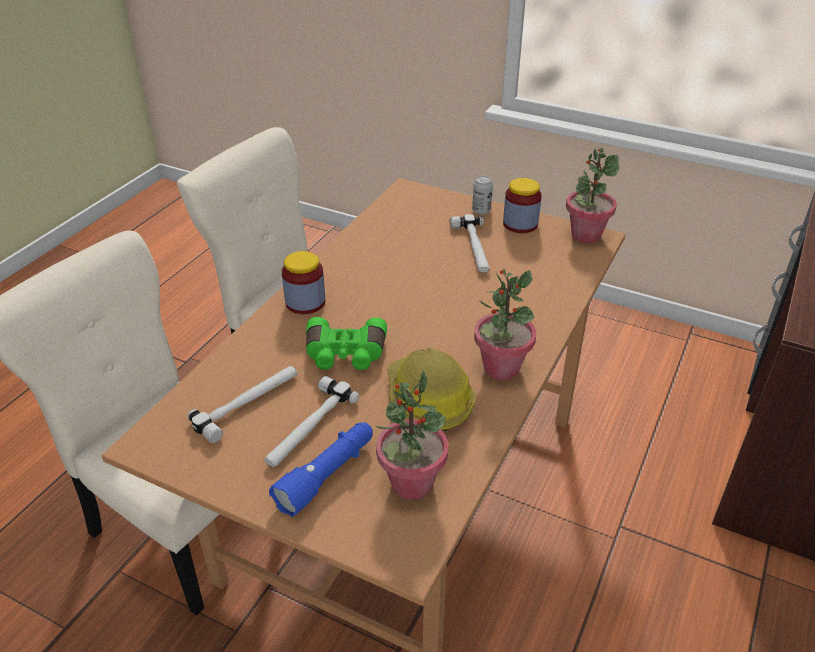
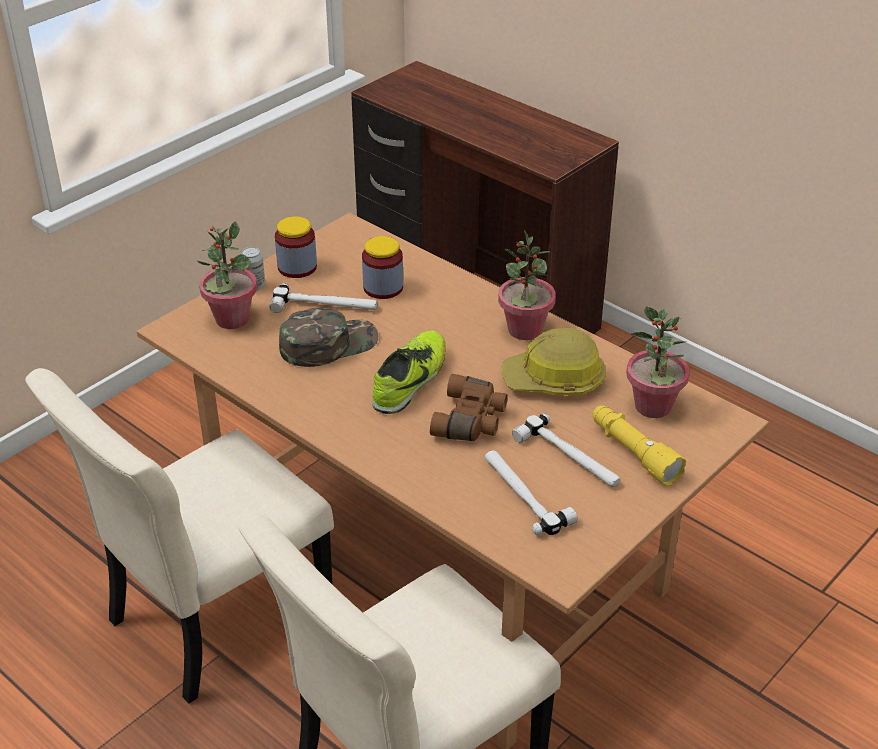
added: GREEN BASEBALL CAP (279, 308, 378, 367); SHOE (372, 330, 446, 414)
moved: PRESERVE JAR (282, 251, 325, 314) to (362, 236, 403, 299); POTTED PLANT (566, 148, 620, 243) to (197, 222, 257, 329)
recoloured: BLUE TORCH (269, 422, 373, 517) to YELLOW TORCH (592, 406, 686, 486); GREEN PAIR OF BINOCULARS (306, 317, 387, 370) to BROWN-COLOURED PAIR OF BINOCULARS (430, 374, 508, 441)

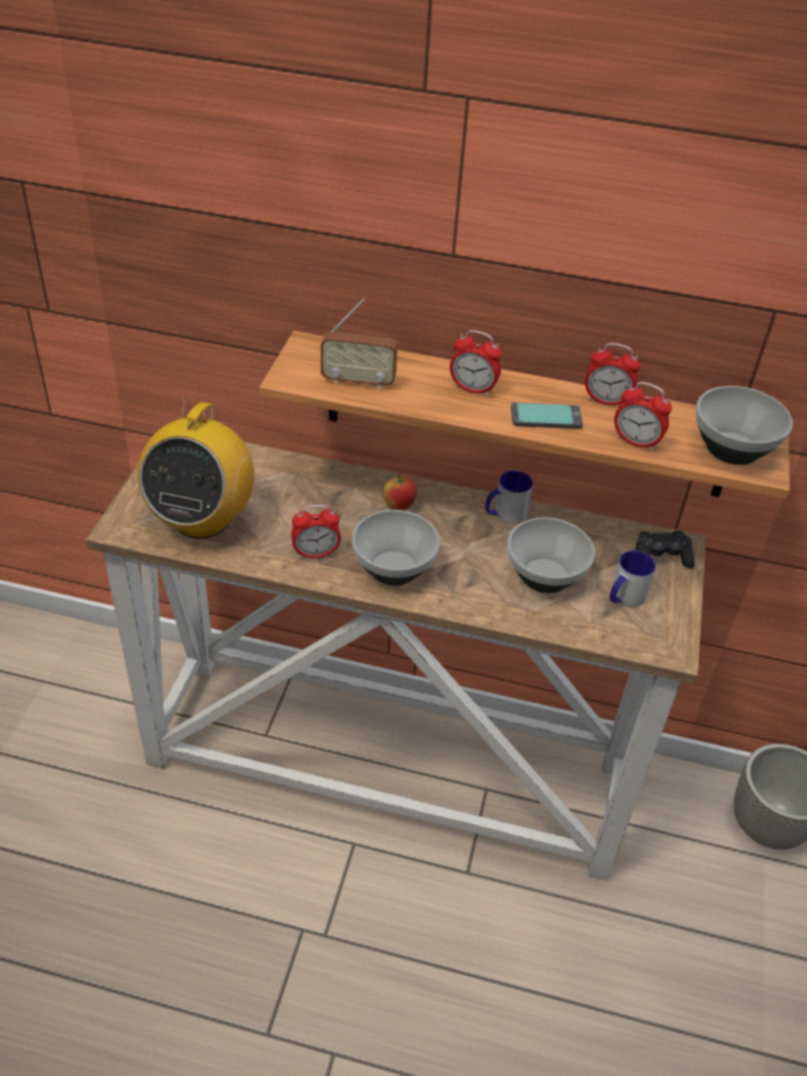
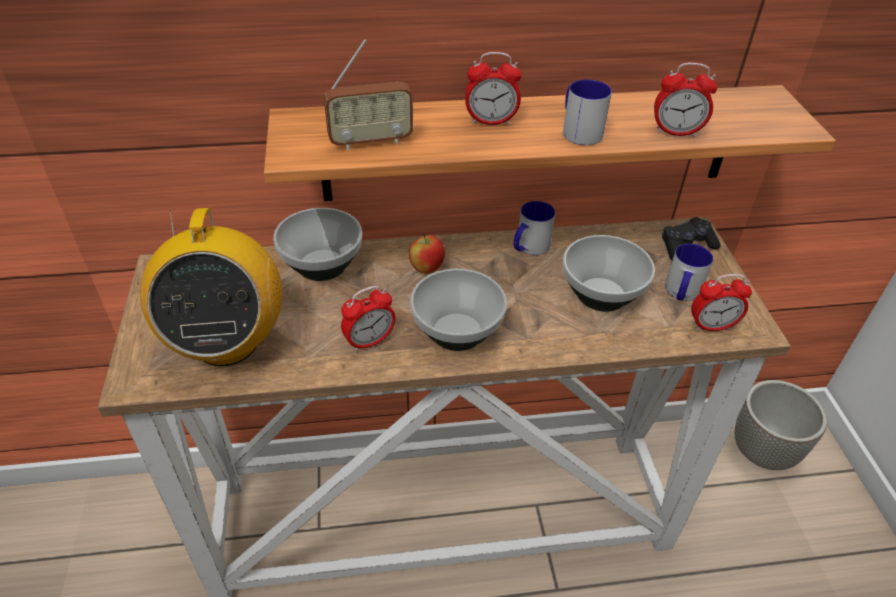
moved: TABLE CLOCK (585, 343, 640, 405) to (691, 274, 752, 331); SERVING BOWL (696, 386, 793, 465) to (273, 208, 362, 281)
replaced: PHONE (511, 403, 583, 429) to MUG (563, 79, 612, 145)

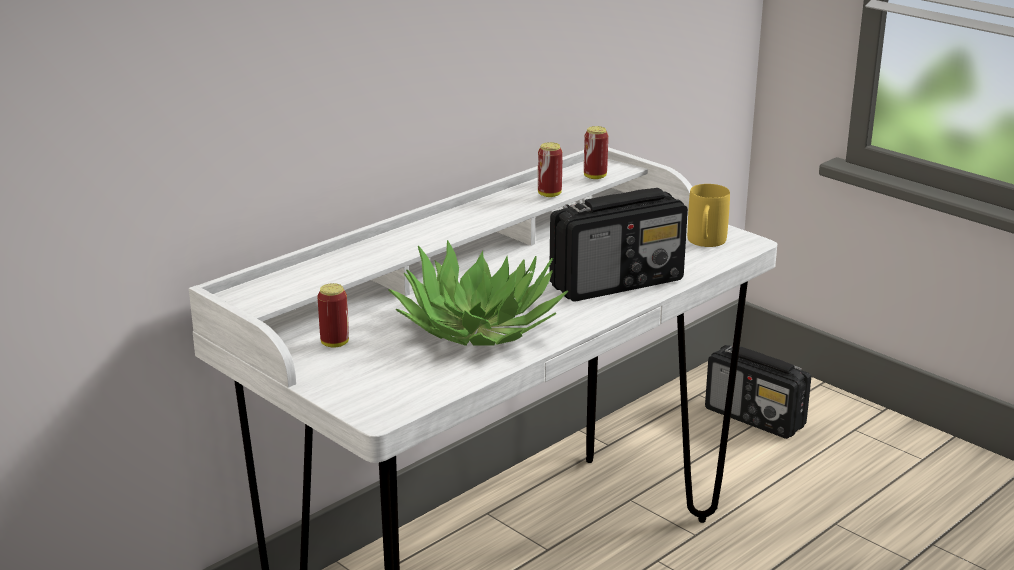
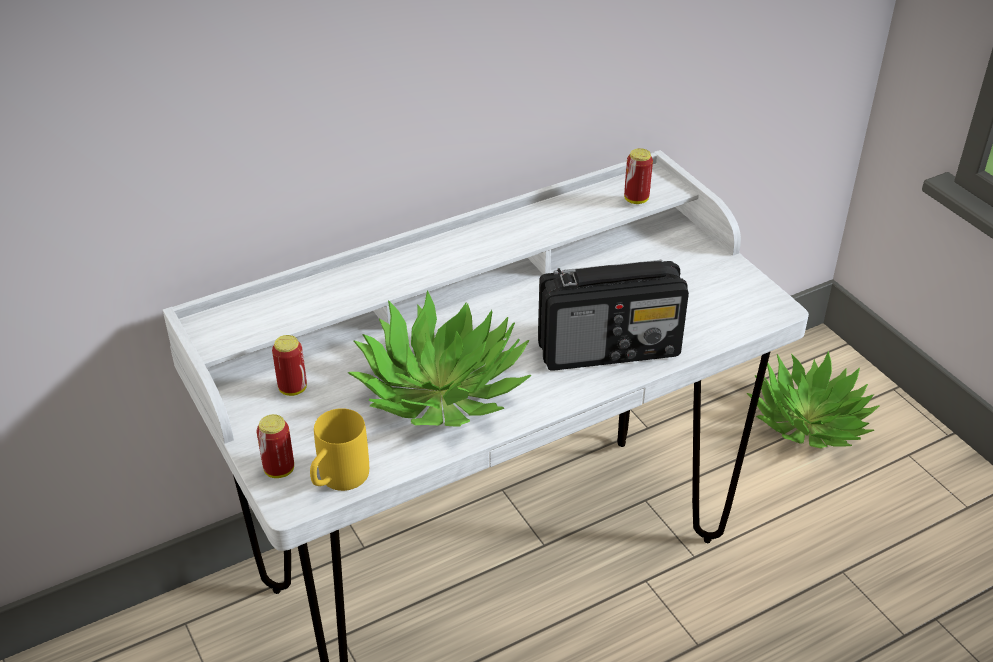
moved: METAL CAN (538, 142, 563, 197) to (257, 414, 294, 478); YELLOW MUG (687, 184, 730, 247) to (310, 408, 369, 491)
replaced: RADIO (705, 345, 811, 439) to POTTED PLANT (746, 351, 880, 449)

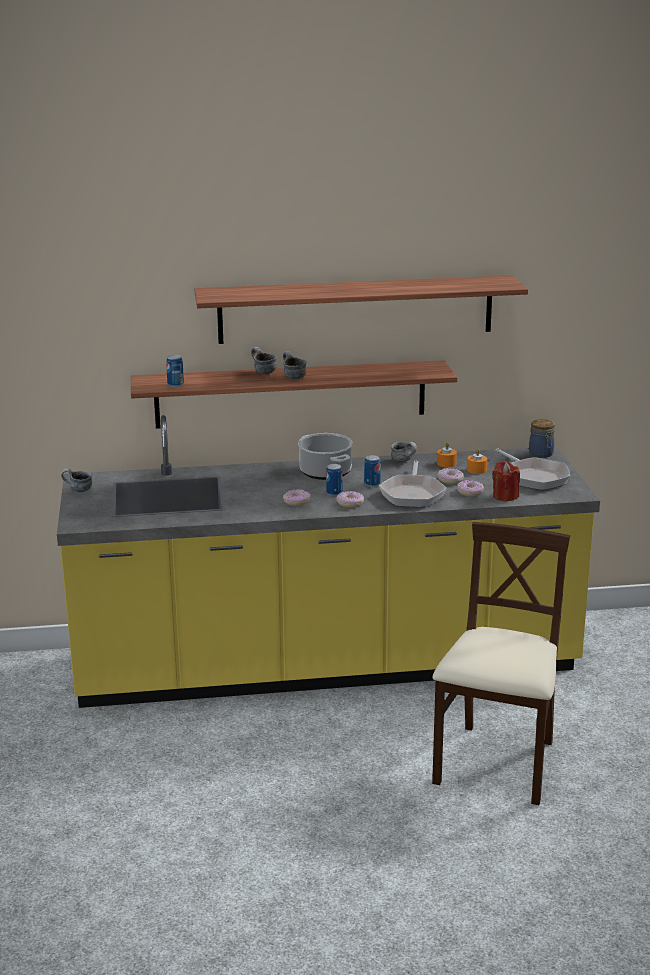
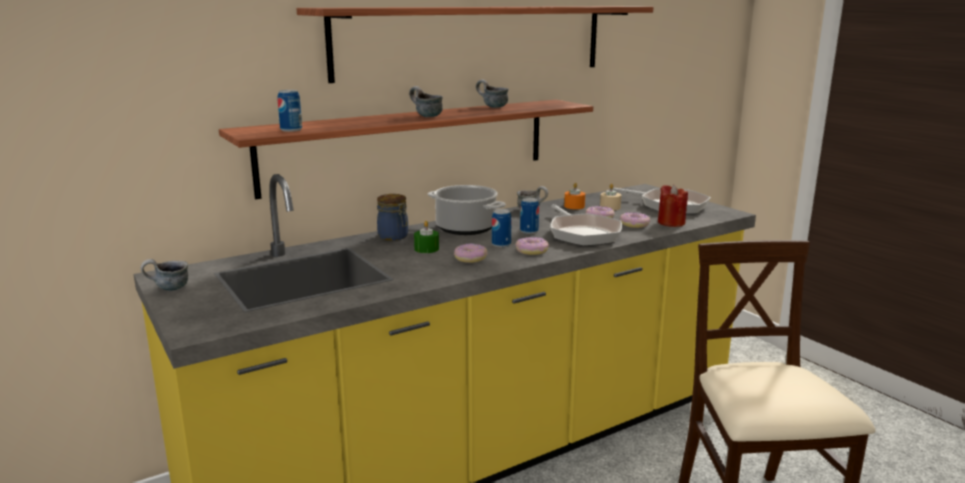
added: GREEN WAX LIGHT (414, 221, 439, 253)
moved: MUG (251, 347, 277, 374) to (476, 80, 509, 108); PRESERVE JAR (529, 419, 555, 458) to (377, 194, 408, 241)
recoloured: ORANGEY WAX LIGHT (467, 448, 487, 474) to BEIGE WAX LIGHT (600, 184, 621, 210)

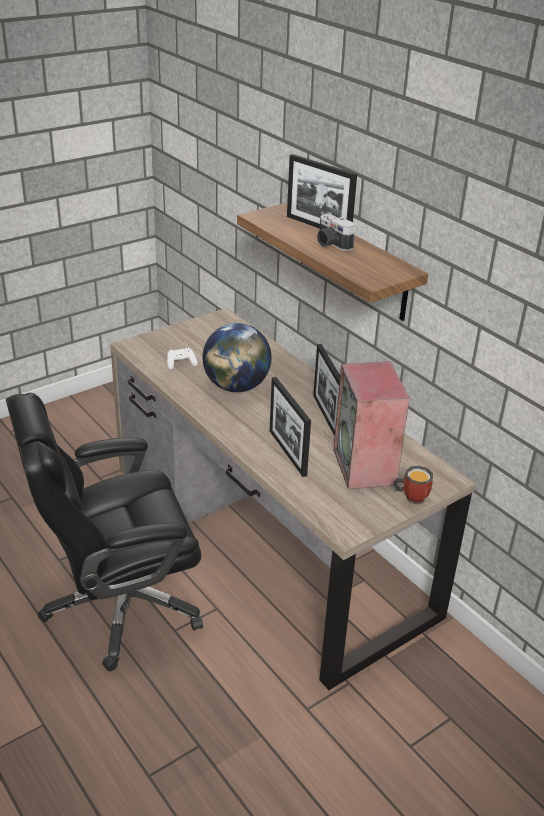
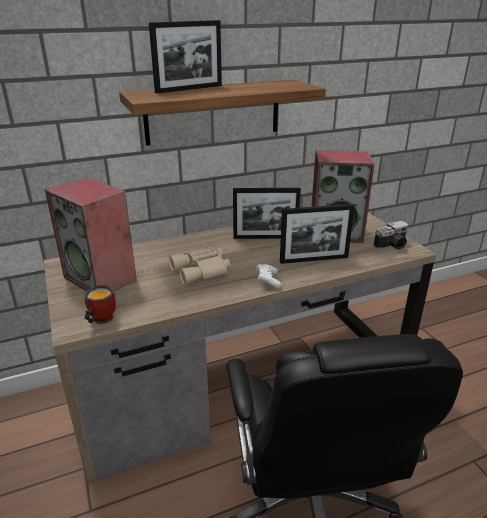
added: AUDIO SPEAKER (45, 177, 137, 291)
moved: WHITE-COLOURED JOYPAD (167, 348, 198, 370) to (256, 264, 281, 289); PHOTO CAMERA (317, 214, 355, 251) to (373, 221, 408, 250); MUG (393, 466, 433, 505) to (84, 285, 116, 324)
replaced: DESK GLOBE (202, 323, 272, 392) to BEIGE PAIR OF BINOCULARS (169, 247, 230, 285)

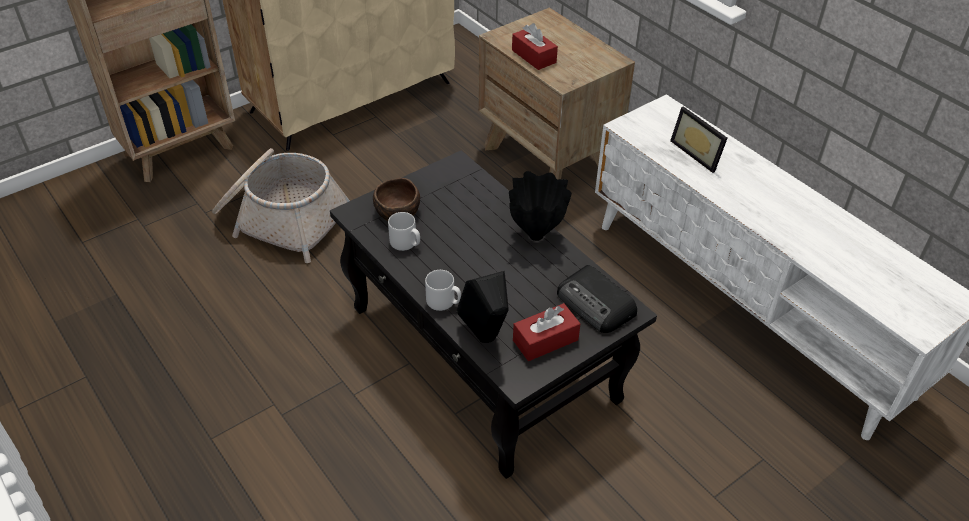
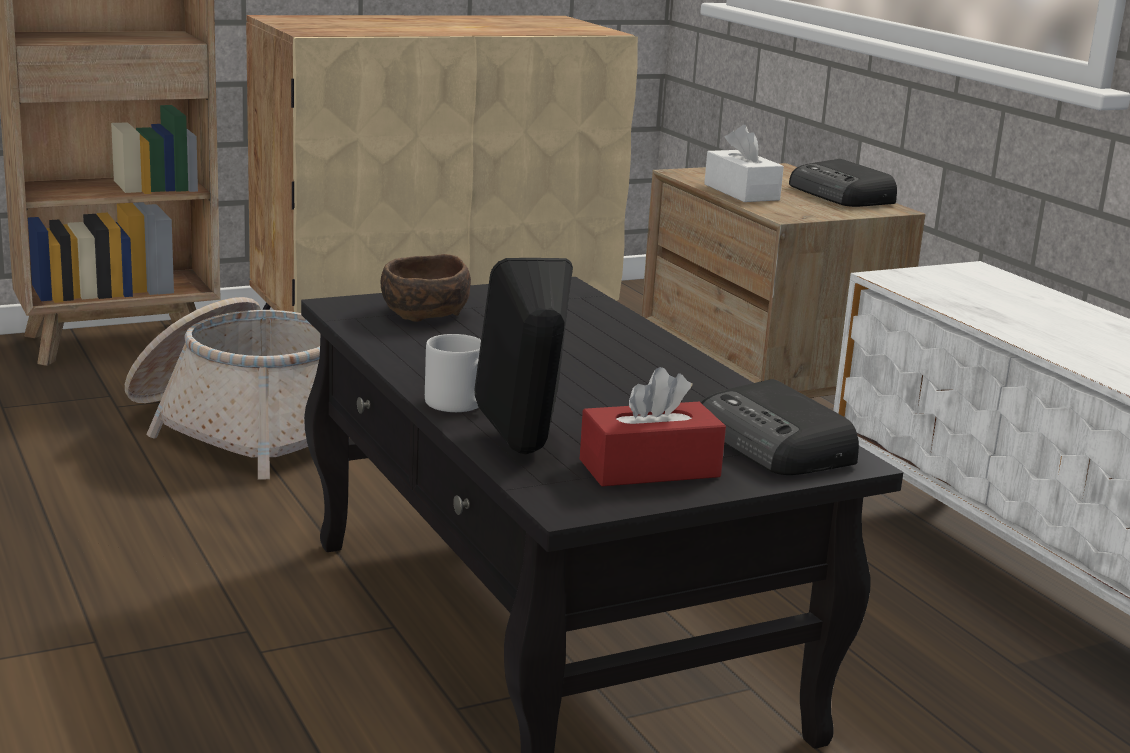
removed: GRAY MUG (388, 212, 420, 251); BLACK VASE (509, 171, 572, 241); PICTURE FRAME (670, 106, 727, 173)
added: RADIO (789, 159, 897, 207)
recoloured: RED-COLOURED BOX OF TISSUES (512, 23, 558, 70) to WHITE-COLOURED BOX OF TISSUES (704, 125, 784, 202)

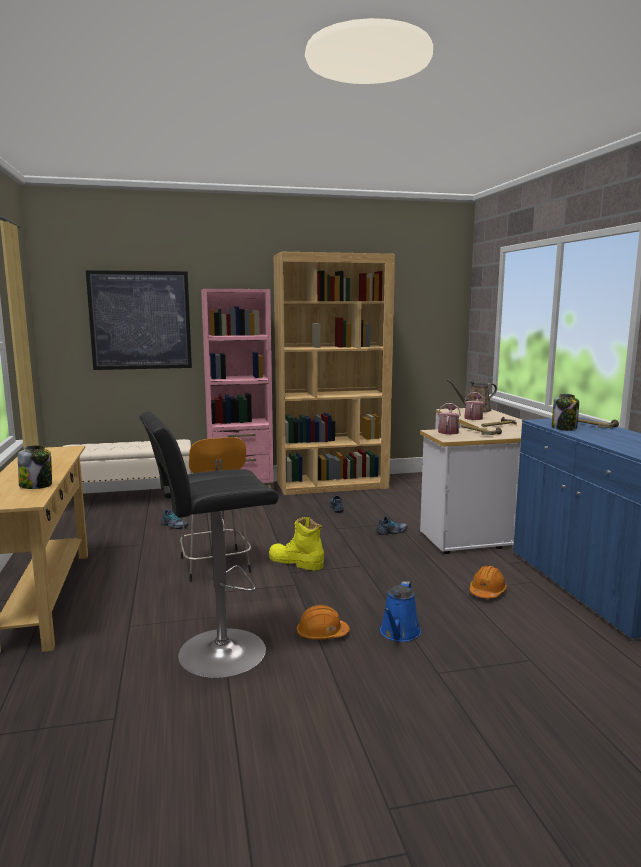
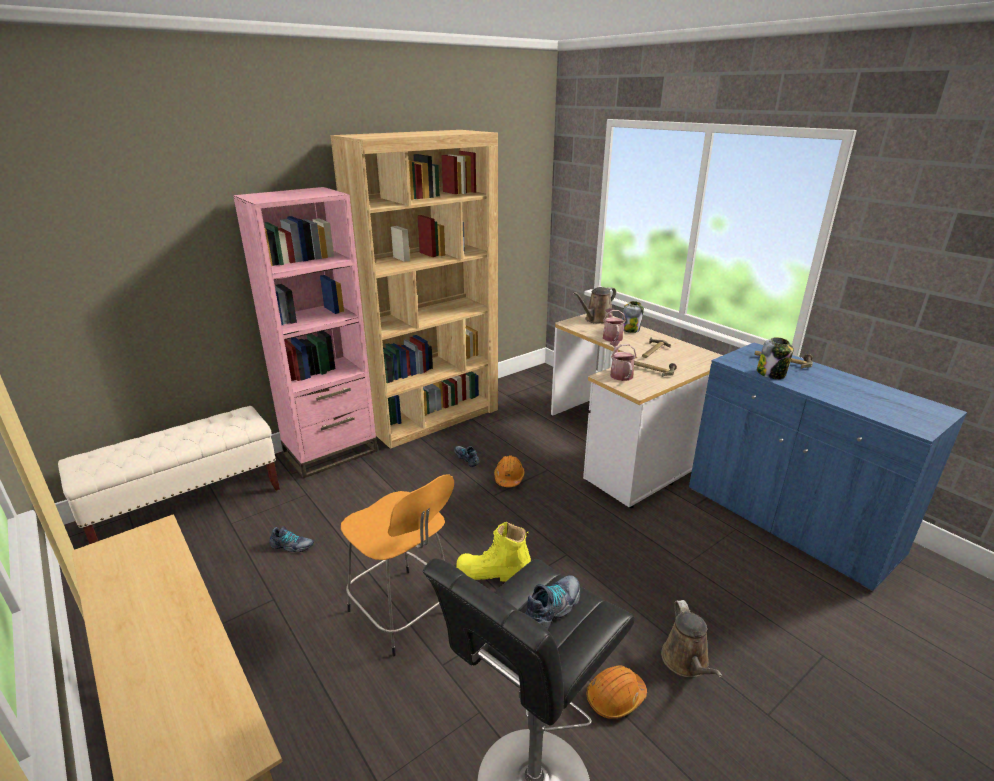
removed: WALL PICTURE (86, 270, 192, 370)
moved: PRESERVE JAR (18, 445, 52, 489) to (622, 301, 644, 333); SHOE (376, 516, 408, 535) to (525, 575, 580, 630); ORANGEY WORK HELMET (469, 566, 507, 598) to (494, 455, 525, 487)
recoloured: BLUE WATERING POT (380, 581, 421, 642) to BROWN-COLOURED WATERING POT (661, 600, 723, 677)

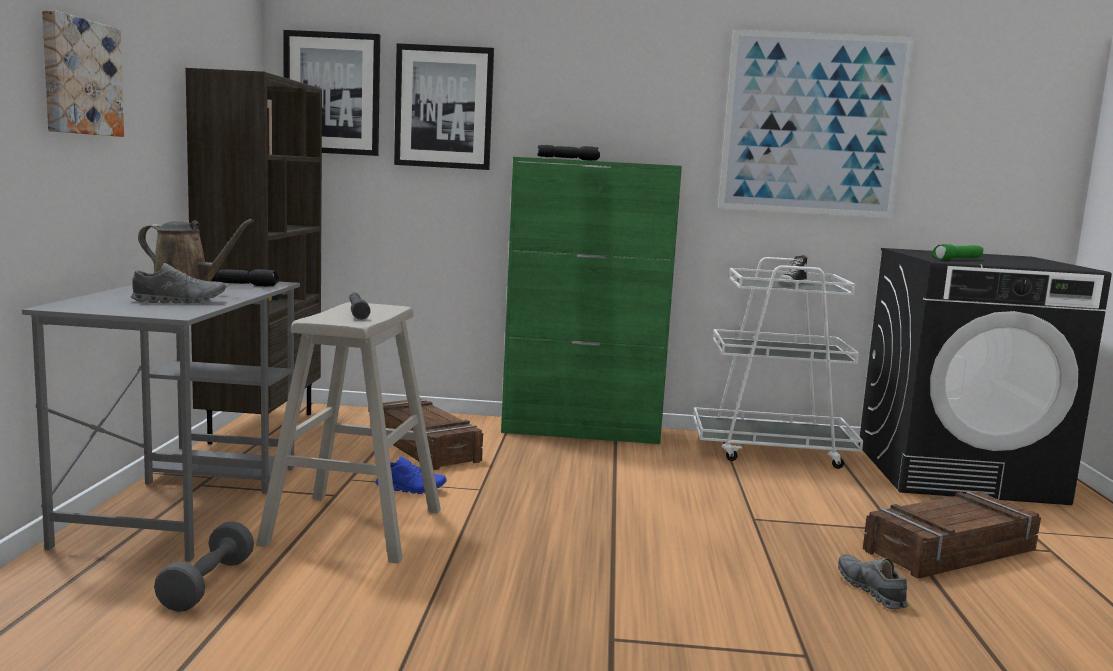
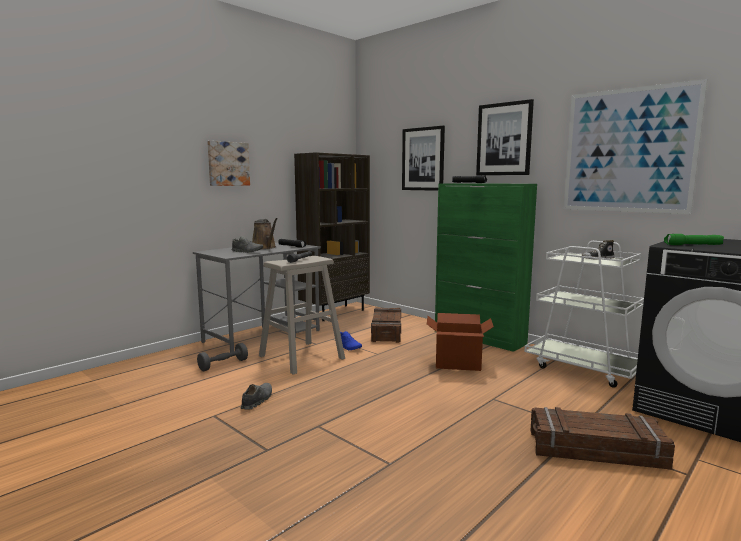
added: PACKING BOX (427, 313, 494, 371)
moved: WALL PICTURE (283, 30, 380, 156) to (476, 99, 534, 175); GRAY SHOE (838, 554, 908, 609) to (241, 383, 272, 409)

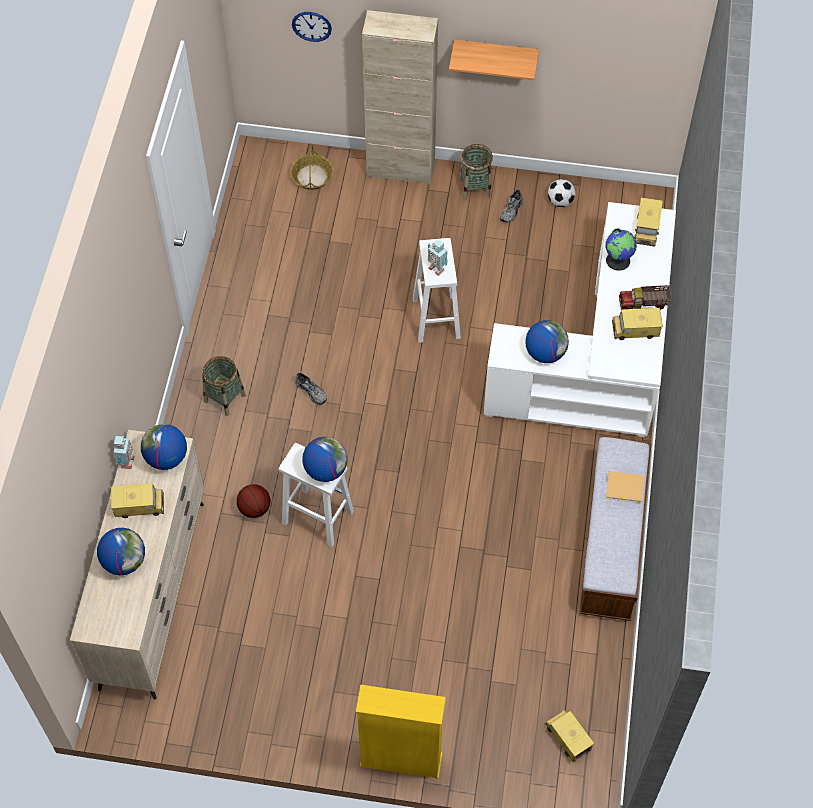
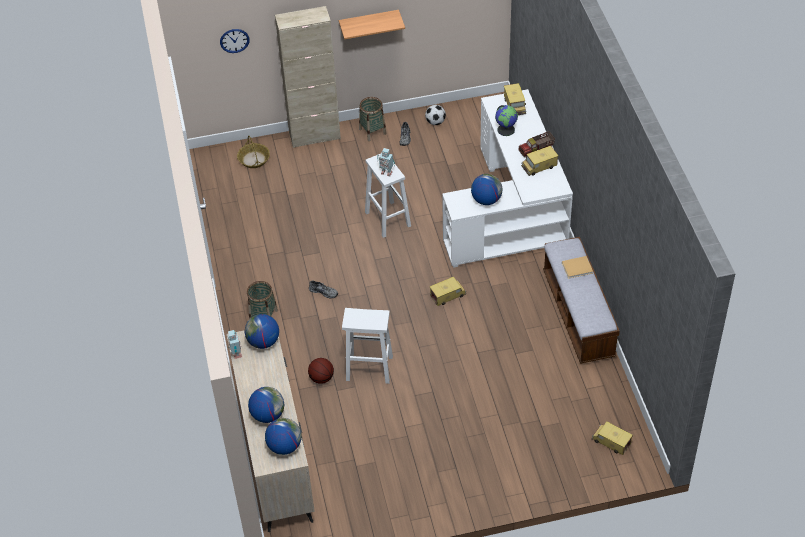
removed: YELLOW BOOKCASE (356, 685, 446, 779)
moved: TOY TRUCK (111, 483, 164, 518) to (430, 277, 466, 306); DESK GLOBE (302, 437, 348, 482) to (265, 418, 302, 455)

